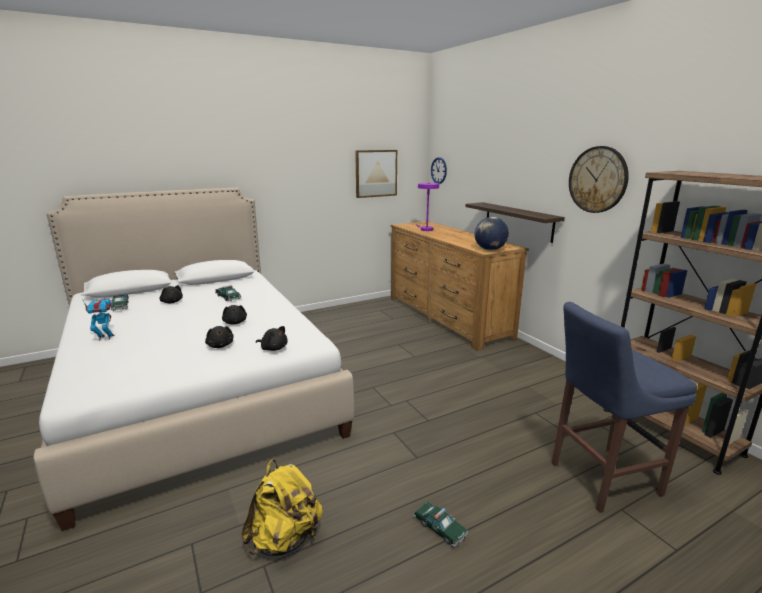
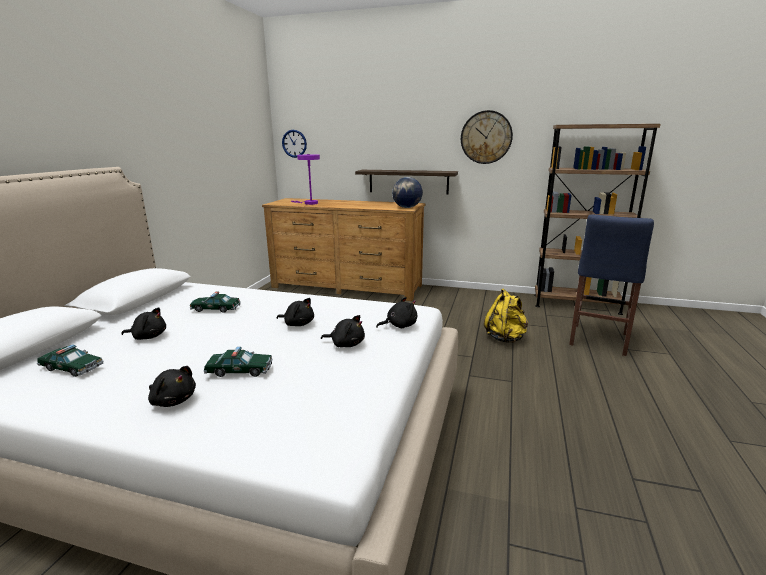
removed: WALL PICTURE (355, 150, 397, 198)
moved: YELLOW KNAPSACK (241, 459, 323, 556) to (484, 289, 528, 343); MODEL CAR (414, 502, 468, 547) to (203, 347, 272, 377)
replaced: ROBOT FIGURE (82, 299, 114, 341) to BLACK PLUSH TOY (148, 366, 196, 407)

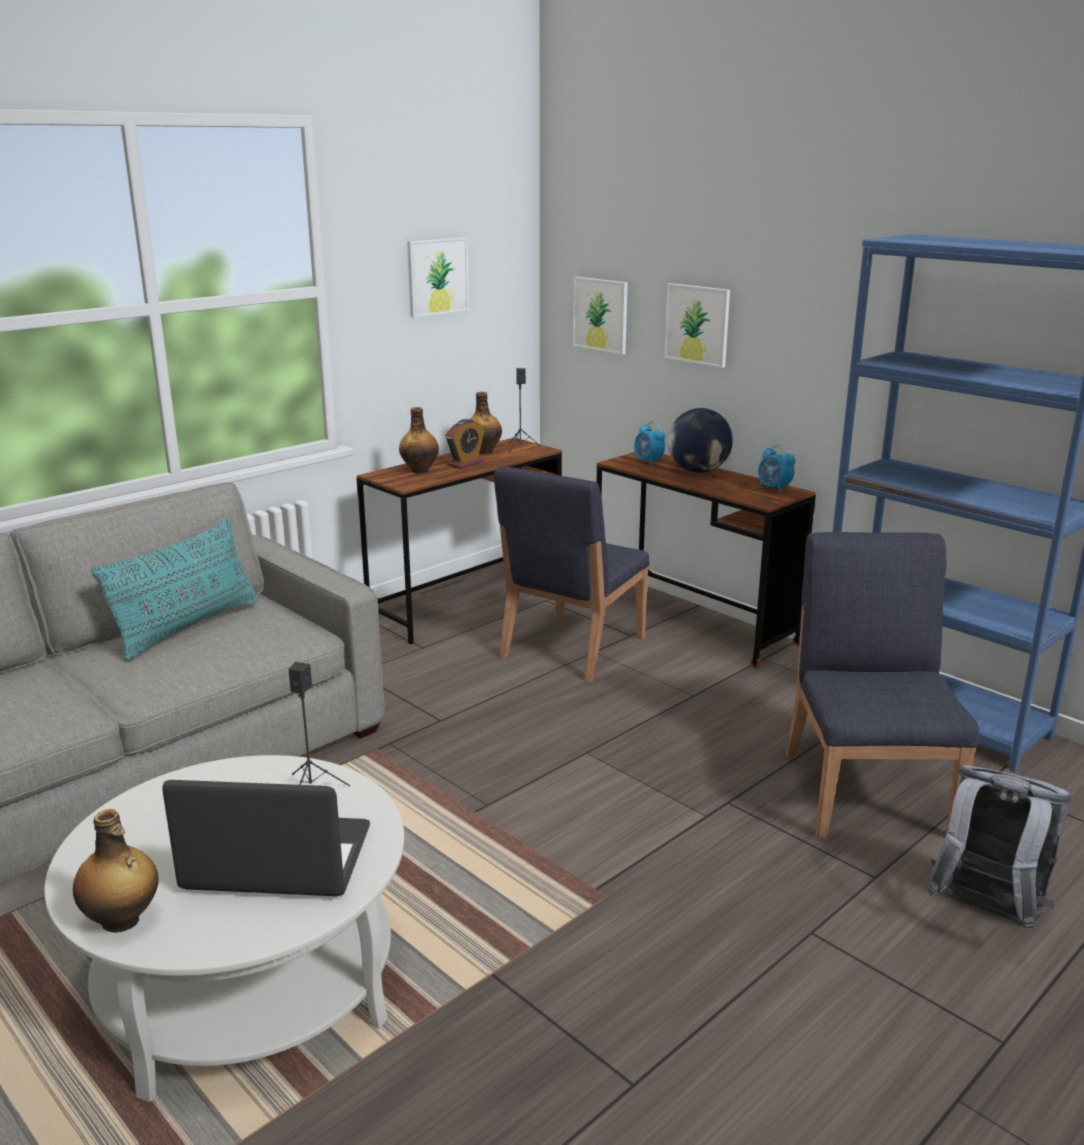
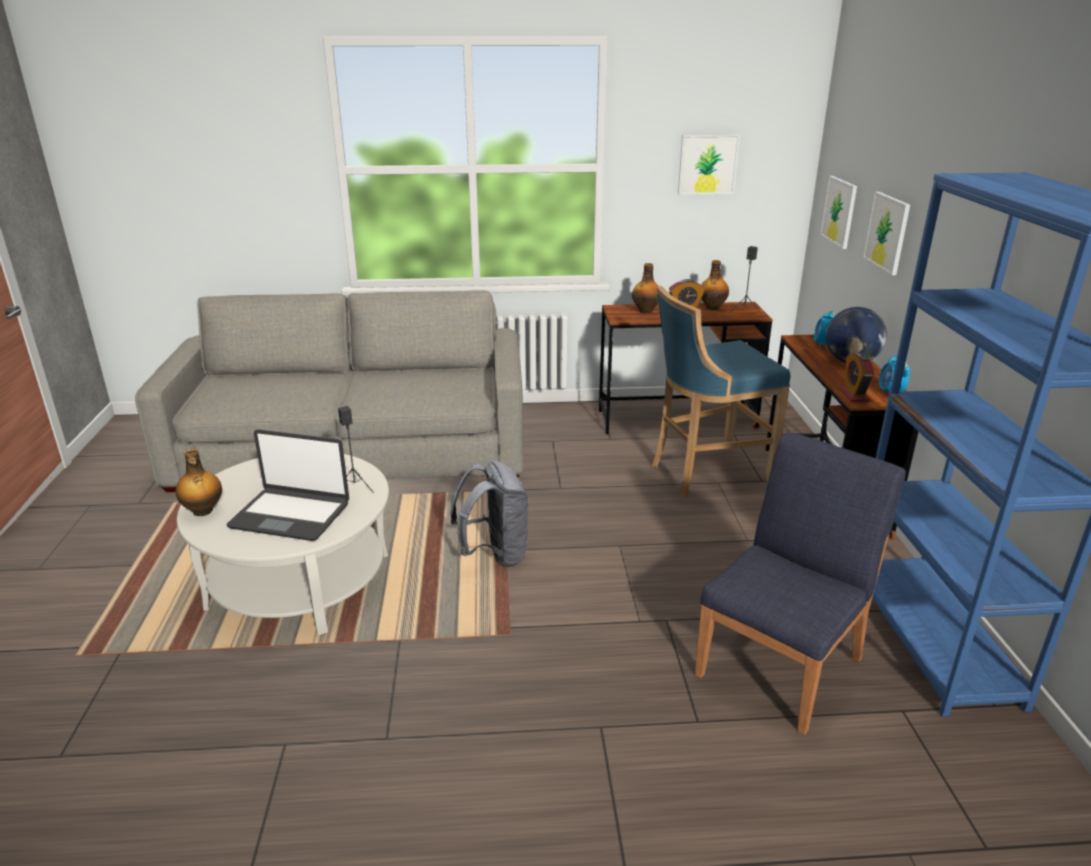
removed: TURQUOISE-COLOURED CUSHION (91, 519, 259, 662)
added: TABLE CLOCK (839, 352, 874, 402)
moved: GRAY KNAPSACK (926, 765, 1071, 931) to (450, 460, 529, 568)
replaced: BLUE CHAIR (494, 466, 650, 683) to BLUE STOOL SEAT (652, 286, 790, 498)
turned: NOTEBOOK COMPUTER (162, 780, 370, 896) = (227, 430, 349, 541) 150 degrees clockwise

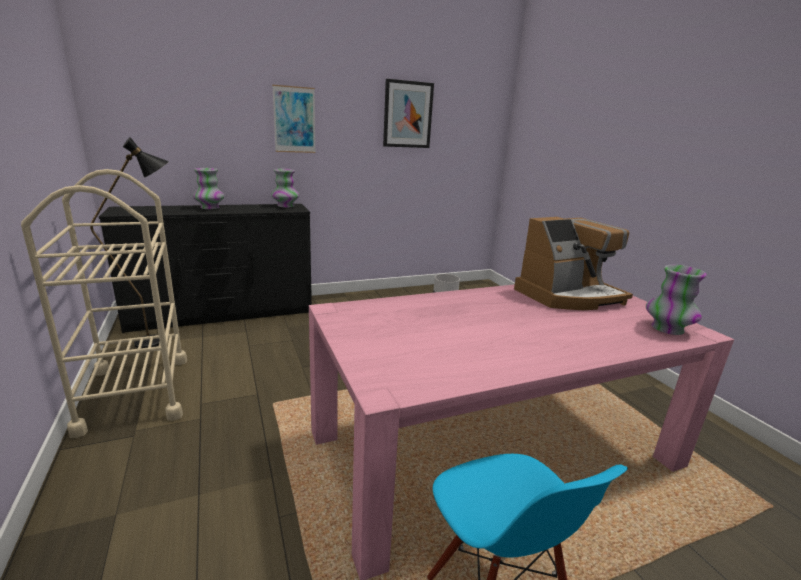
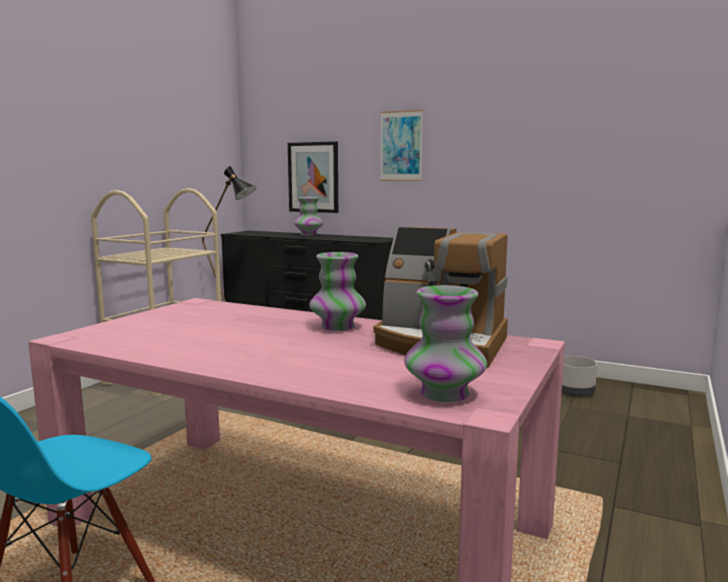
moved: VASE (271, 169, 299, 208) to (309, 252, 366, 331); WALL PICTURE (383, 79, 434, 148) to (288, 141, 338, 213)

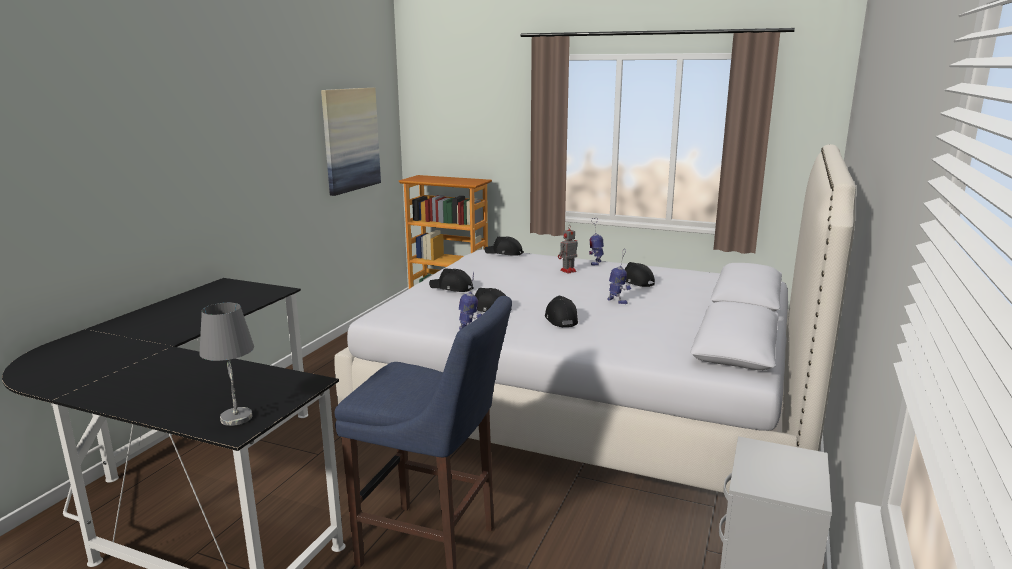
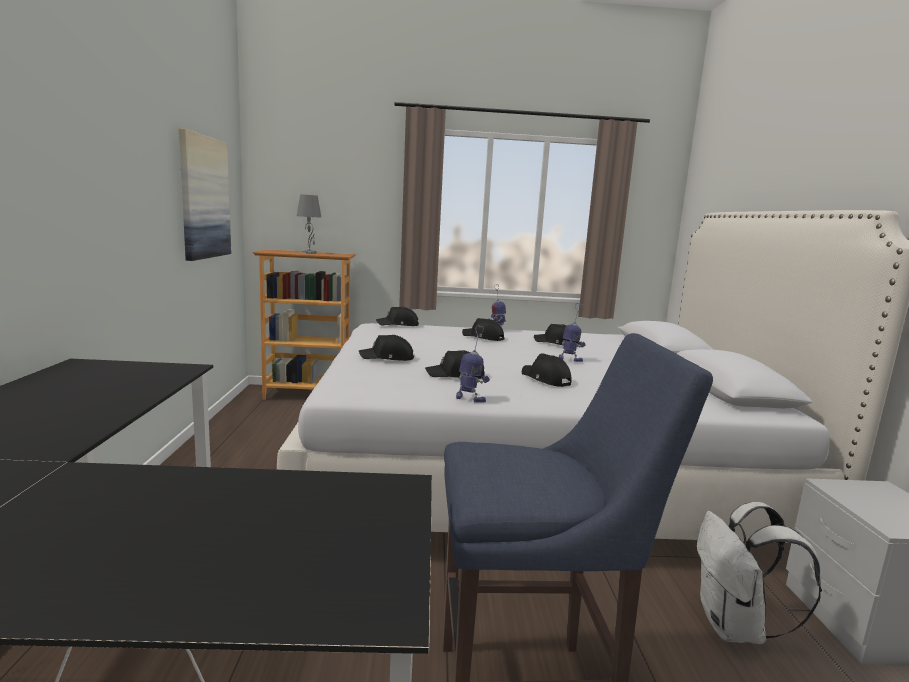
added: WHITE-COLOURED KNAPSACK (697, 502, 822, 644)
moved: GRAY LAMP FOR A TABLE (199, 303, 254, 426) to (297, 195, 321, 254)
replaced: ROBOT FIGURE (558, 226, 577, 274) to BLACK BASEBALL CAP (462, 318, 505, 341)

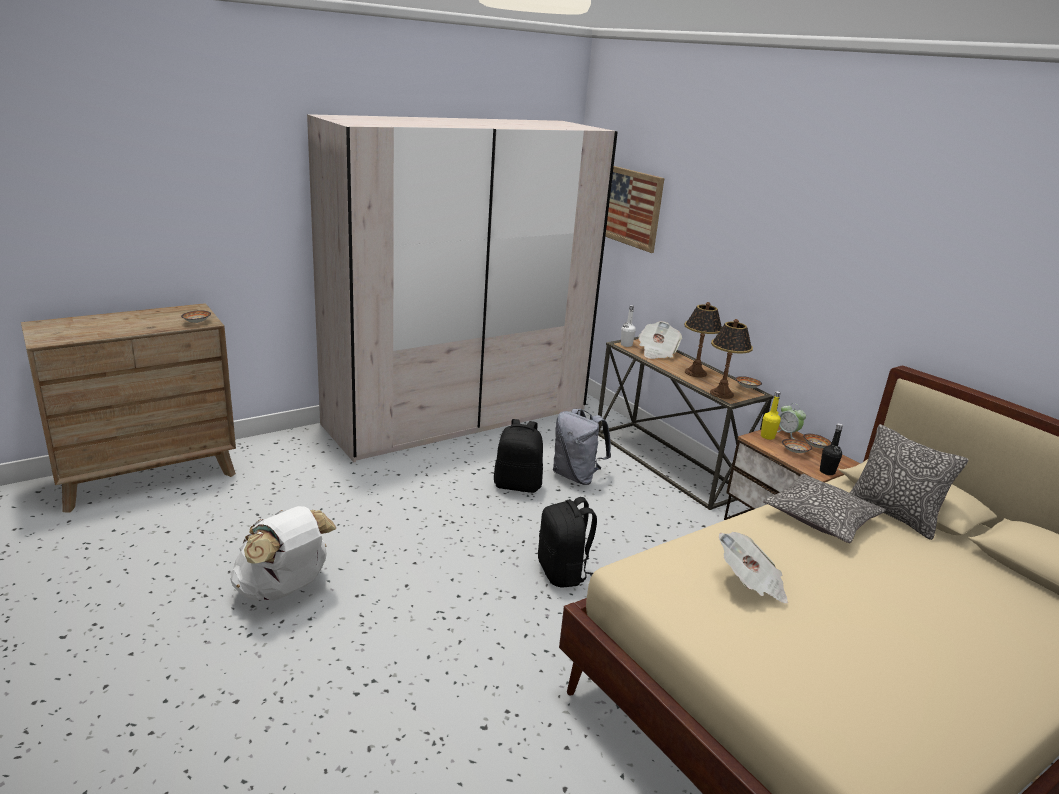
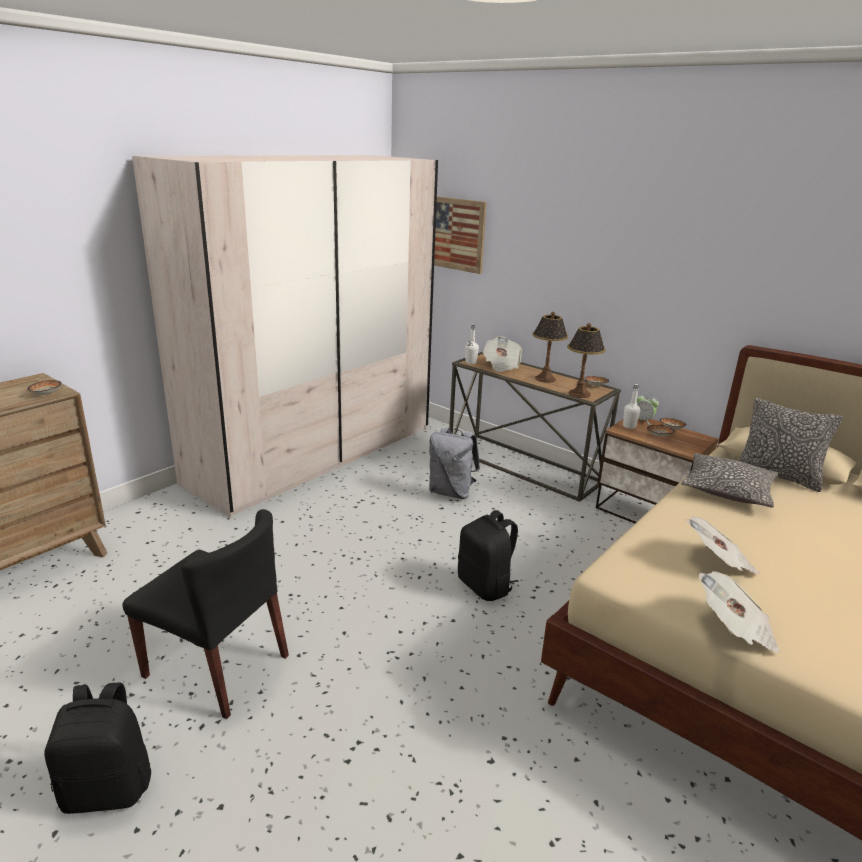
removed: BLACK DRINK BOTTLE (820, 423, 843, 475)
added: DAILY PAPER (699, 571, 780, 653)
moved: BLACK KNAPSACK (494, 419, 543, 493) to (44, 682, 151, 814)
replaced: WHITE-COLOURED KNAPSACK (230, 506, 336, 601) to BLACK CHAIR (123, 509, 289, 719)
recoloured: YELLOW DRINK BOTTLE (761, 391, 781, 440) to WHITE-COLOURED DRINK BOTTLE (623, 384, 640, 429)

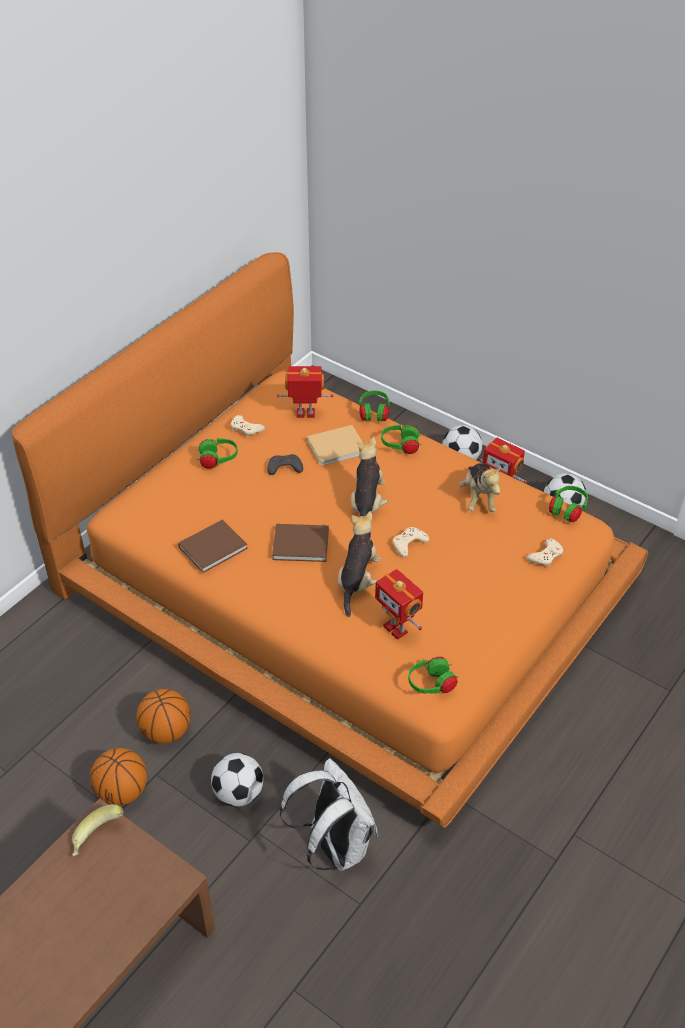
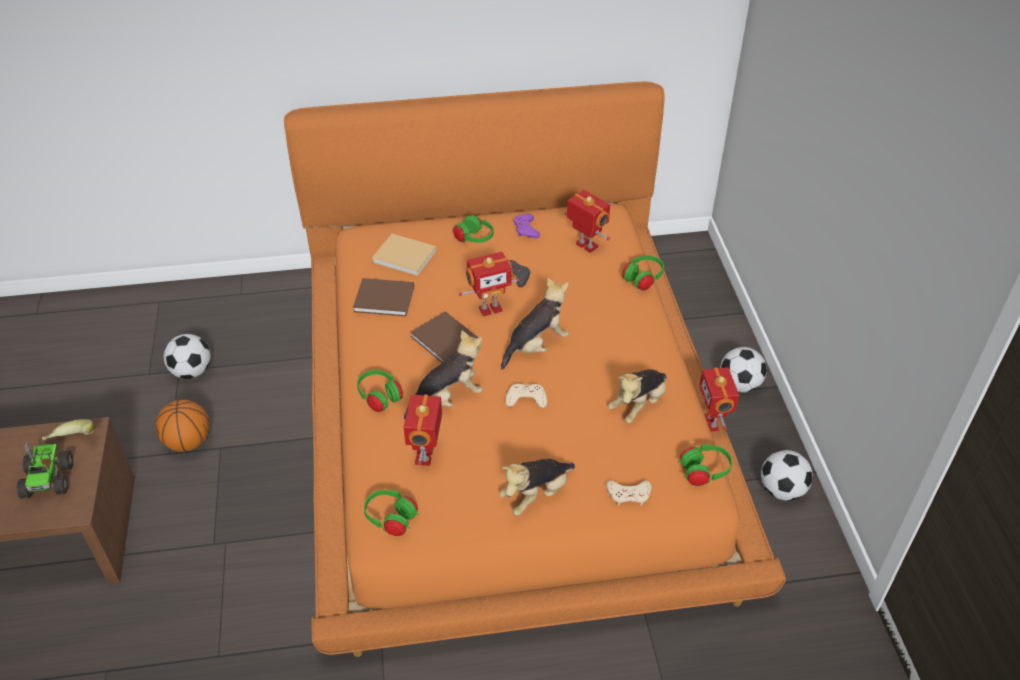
removed: BASKETBALL BALL (136, 689, 191, 744); WHITE-COLOURED KNAPSACK (280, 758, 378, 871)
added: TOY TRUCK (17, 442, 73, 499); ROBOT FIGURE (459, 252, 520, 316); PLUSH TOY (500, 459, 575, 516)
moved: BALL FOR FOOTBALL (211, 753, 263, 807) to (164, 334, 211, 379); BEIGE VOLUME (307, 425, 363, 466) to (372, 234, 437, 276); GREEN HEADSET (381, 425, 422, 454) to (357, 370, 403, 412)
recoloured: BEIGE JOYPAD (231, 415, 265, 438) to PURPLE-COLOURED JOYPAD (514, 214, 540, 238)

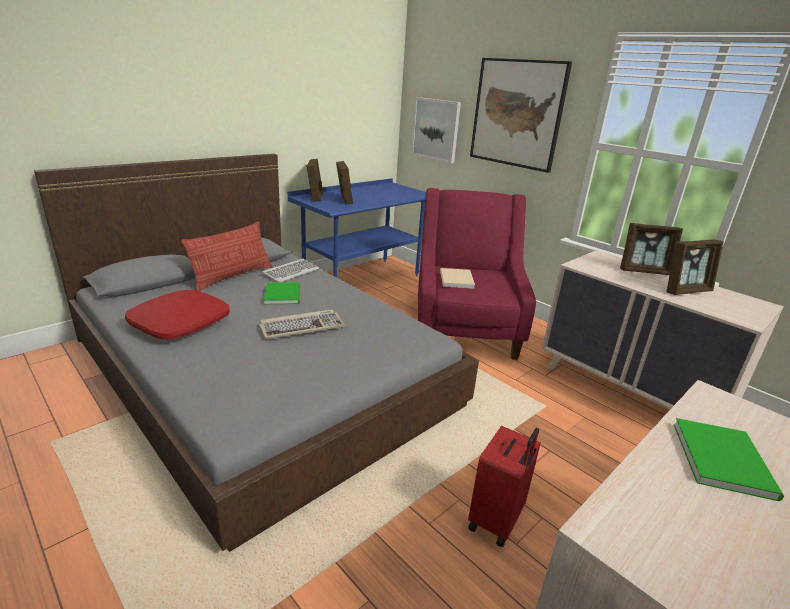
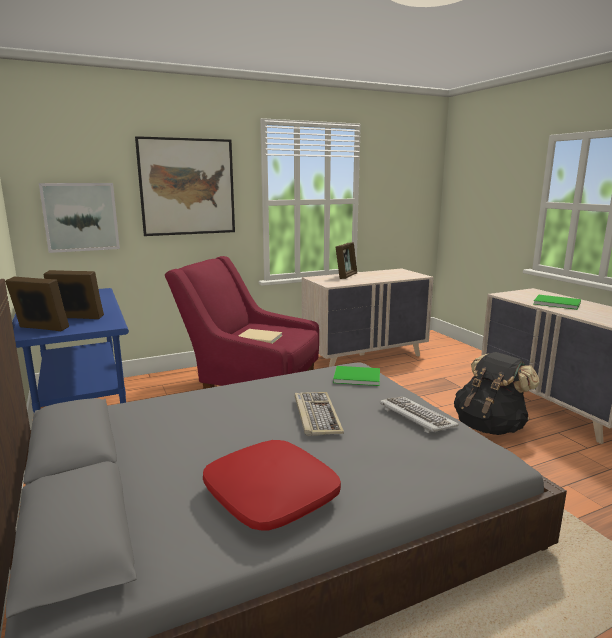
removed: CUSHION (181, 221, 272, 291); PICTURE FRAME (667, 239, 724, 295)
moved: KEYBOARD (262, 259, 319, 282) to (380, 396, 459, 434); GREEN VOLUME (264, 282, 300, 304) to (333, 366, 380, 386)
replaced: RED-COLOURED SUITCASE (468, 426, 541, 547) to BLACK KNAPSACK (454, 352, 540, 435)

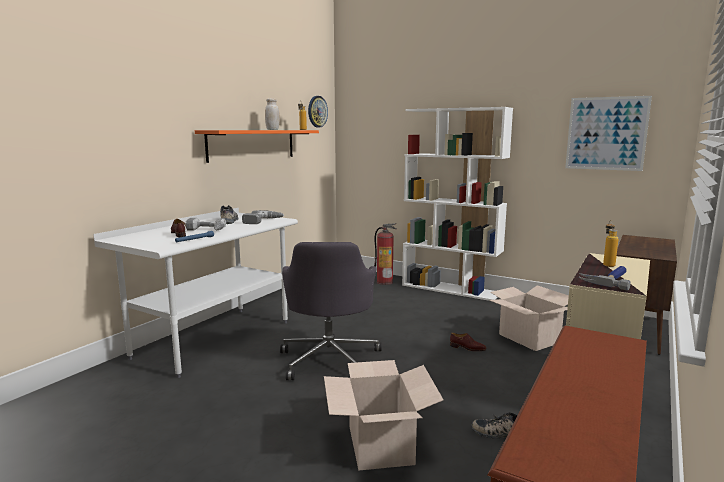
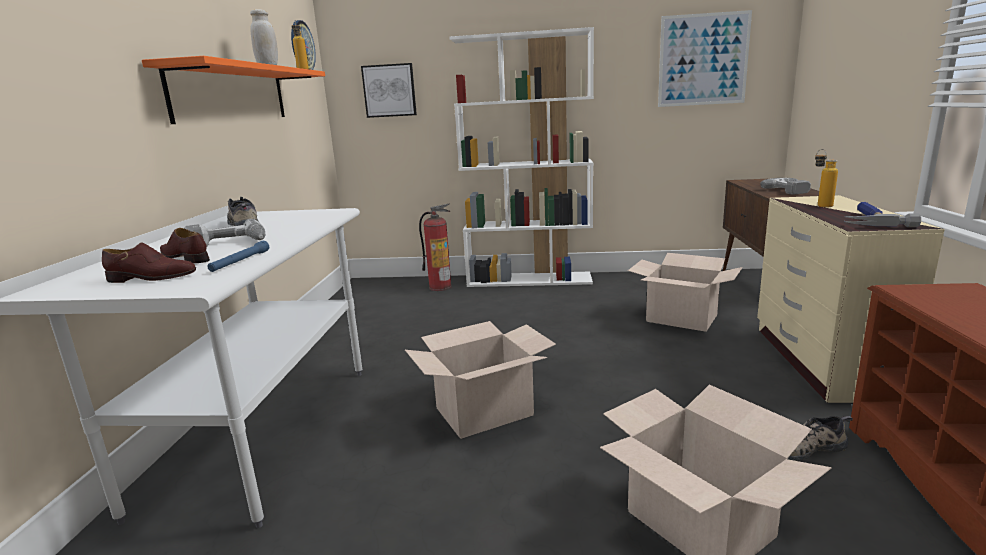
added: WALL PICTURE (361, 63, 417, 118)
moved: DRILL (242, 210, 284, 224) to (760, 178, 811, 195); BROWN-COLOURED SHOE (450, 333, 486, 351) to (102, 243, 196, 283)
replaced: GRAY COMPUTER CHAIR (280, 242, 382, 380) to PACKING BOX (405, 321, 556, 439)

